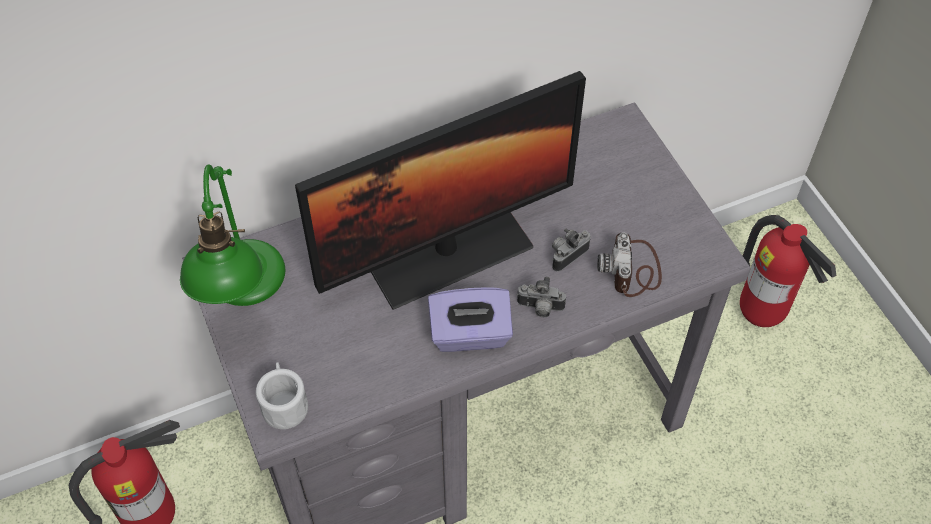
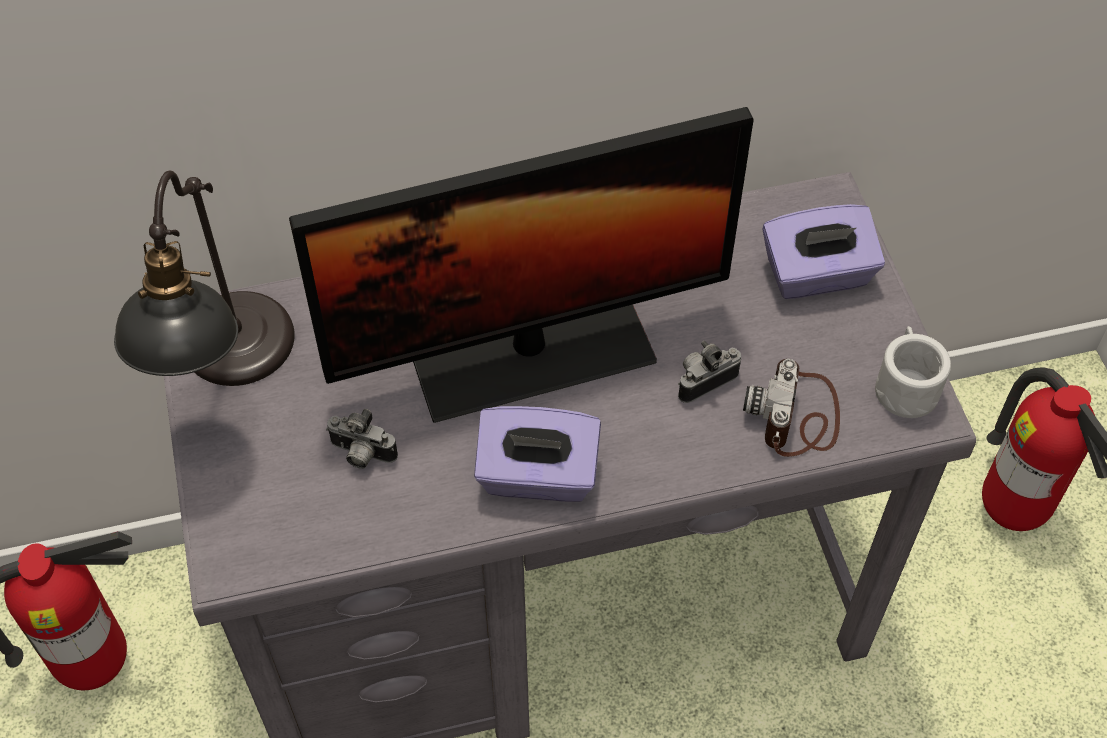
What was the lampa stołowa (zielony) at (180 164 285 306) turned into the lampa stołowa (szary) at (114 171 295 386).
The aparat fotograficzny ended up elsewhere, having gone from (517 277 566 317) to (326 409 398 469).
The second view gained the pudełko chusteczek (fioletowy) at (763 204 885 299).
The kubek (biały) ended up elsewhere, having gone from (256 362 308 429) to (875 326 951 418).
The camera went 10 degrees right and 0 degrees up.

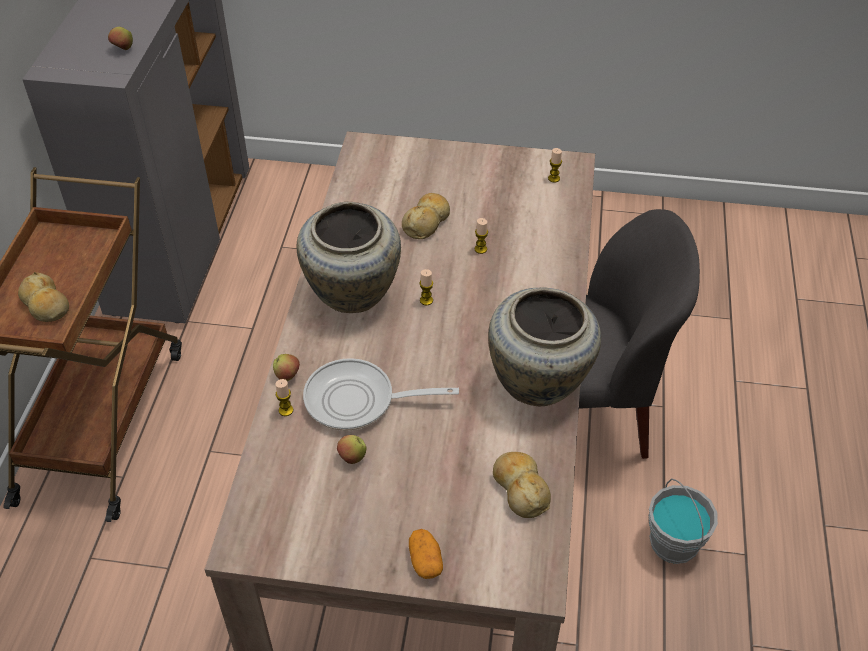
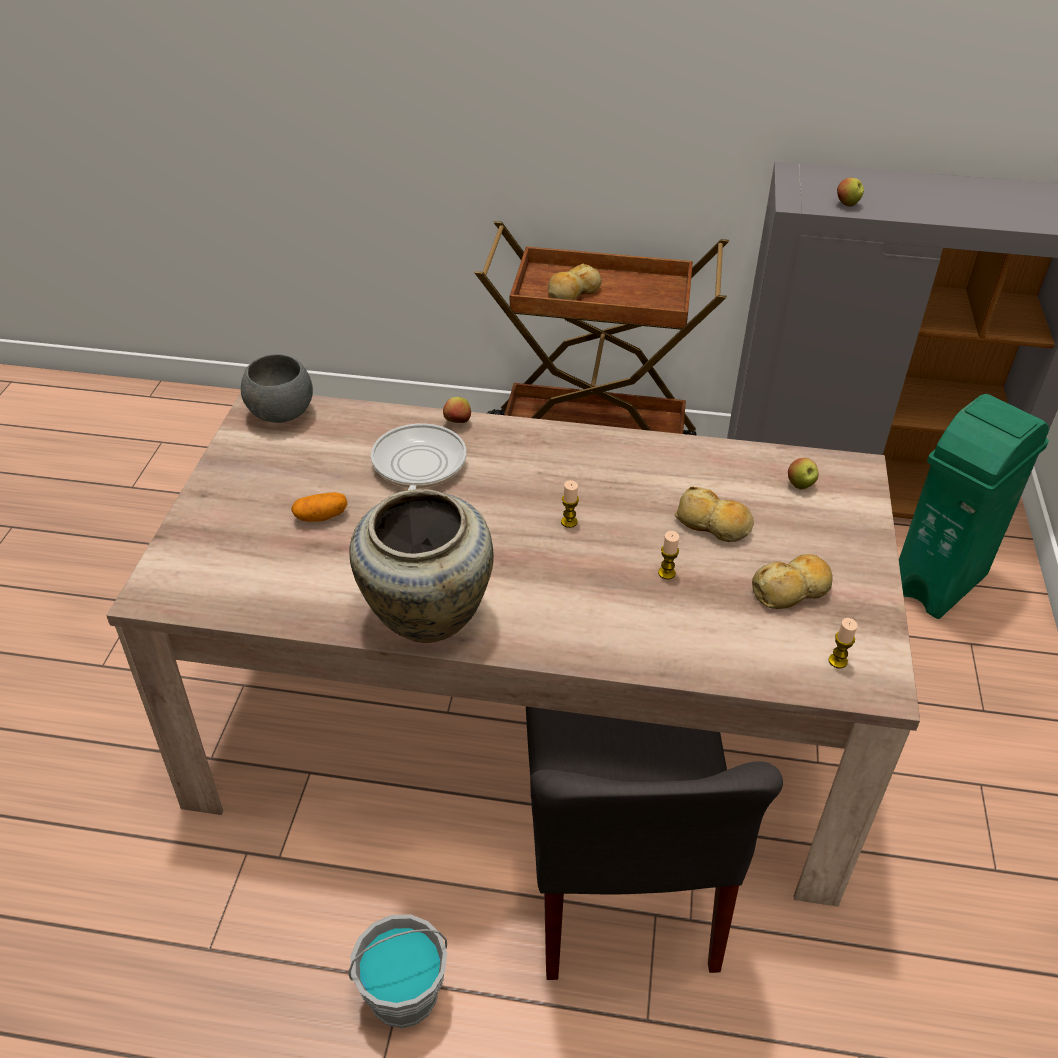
The second view gained the miska (szary) at (241 354 313 423).
The ziemniak ended up elsewhere, having gone from (409 529 443 579) to (291 492 348 522).
The chleb ended up elsewhere, having gone from (493 452 551 518) to (752 554 833 609).
The jabłko ended up elsewhere, having gone from (337 435 367 464) to (788 458 819 490).
The second view gained the kosz na śmieci (zielony) at (899 394 1049 619).
The second view lost the świeca at (275 379 293 416).
The second view lost the wazon (beżowy) at (297 202 401 313).
The camera went 90 degrees right and 5 degrees down.

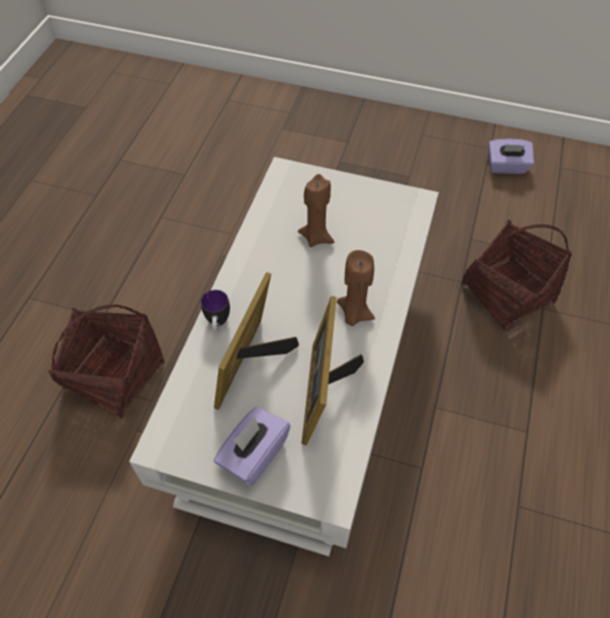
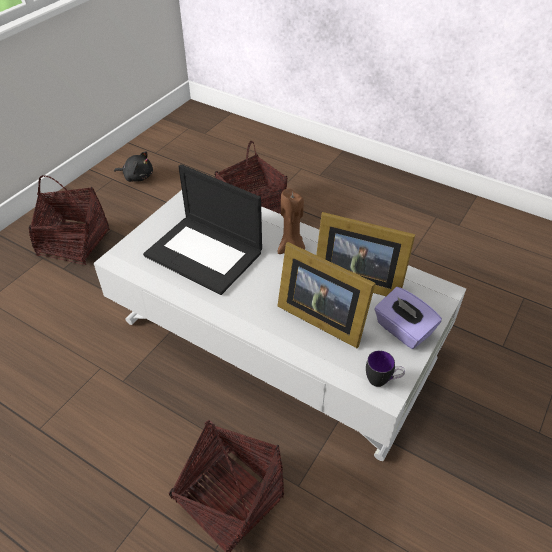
The second view gained the koszyk at (29 175 110 265).
Where the pudełko chusteczek (fioletowy) stood at (488 139 534 174), the pluszak (czarny) came to stand at (114 151 153 182).
Where the świeca (brązowy) stood at (298 174 334 247), the laptop came to stand at (143 164 262 295).
The kubek ended up elsewhere, having gone from (201 290 230 330) to (366 350 405 387).
The camera went 75 degrees left and 10 degrees down.

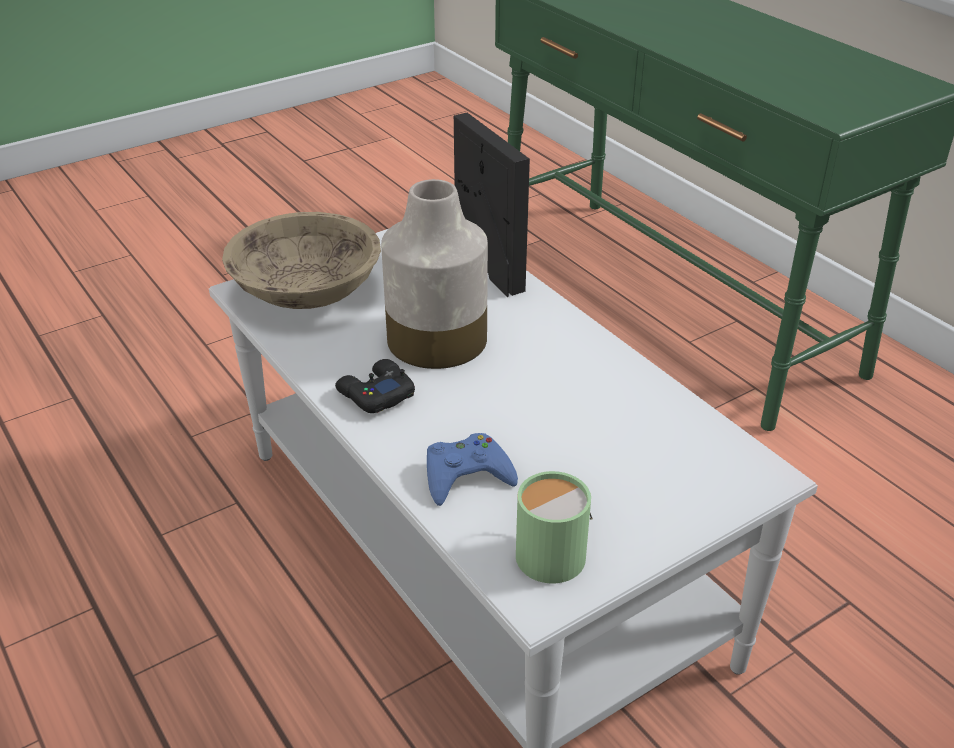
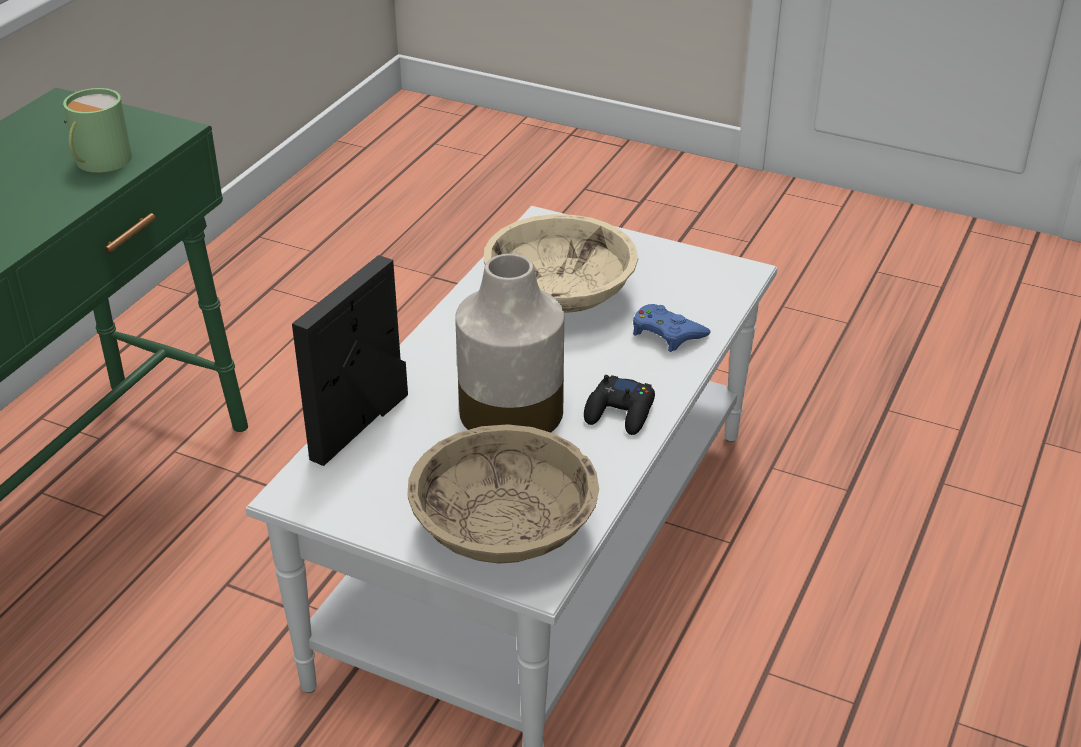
The kubek (zielony) ended up elsewhere, having gone from (516 471 593 583) to (63 88 132 173).
The second view gained the miska (beżowy) at (484 214 638 313).
The camera went 120 degrees left and 0 degrees up.

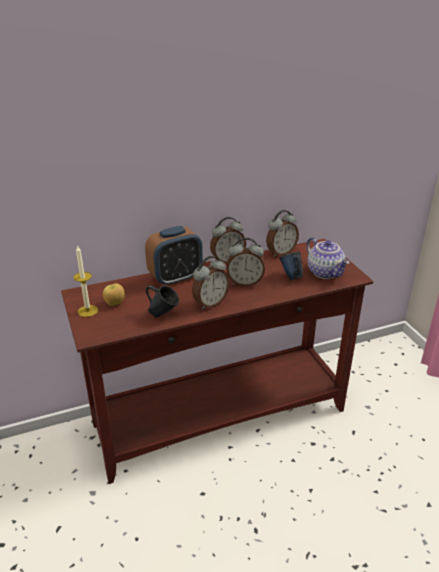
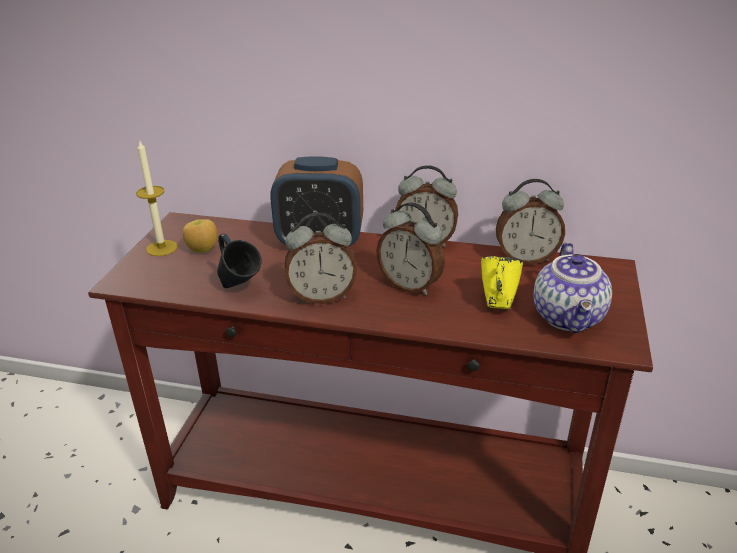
What was the kubek (niebieski) at (279 251 303 280) turned into the kubek (żółty) at (481 256 523 309).
The camera went 35 degrees right and 0 degrees up.

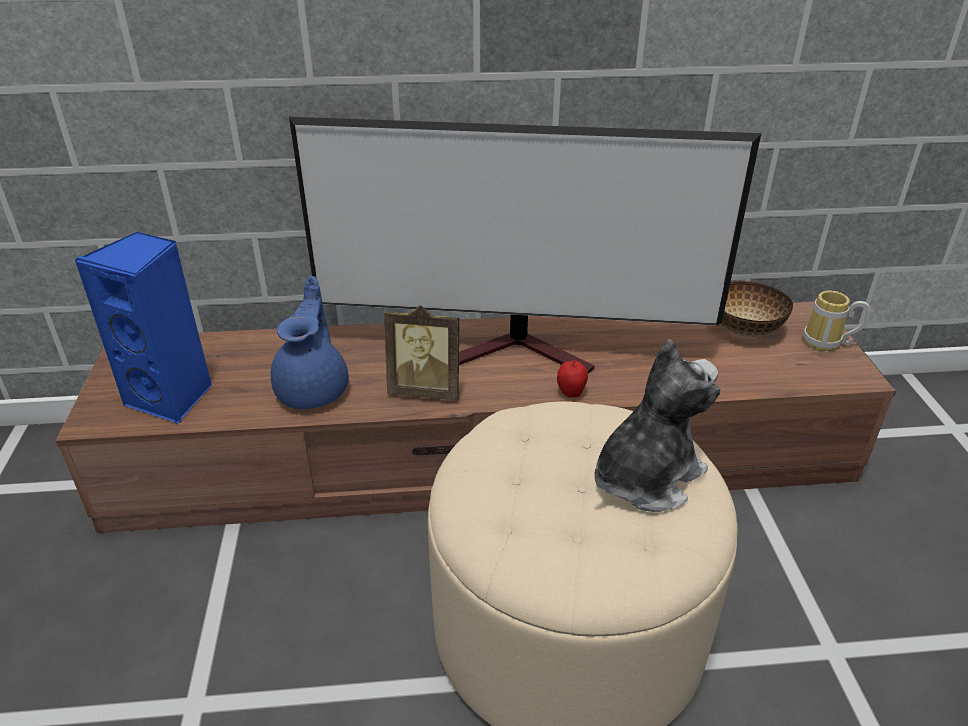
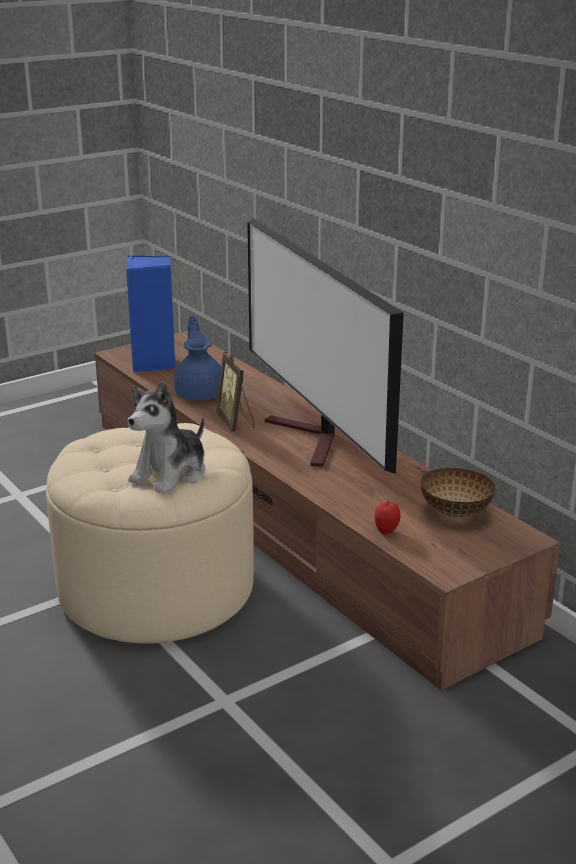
The pluszak at (594 339 720 512) ended up facing another way, 105 degrees clockwise from before.
The imbryk (niebieski) at (271 276 349 409) ended up facing another way, 75 degrees counterclockwise from before.
The jabłko ended up elsewhere, having gone from (557 361 588 397) to (375 501 401 535).
The second view lost the kubek at (803 290 871 351).
The camera went 60 degrees right and 10 degrees down.

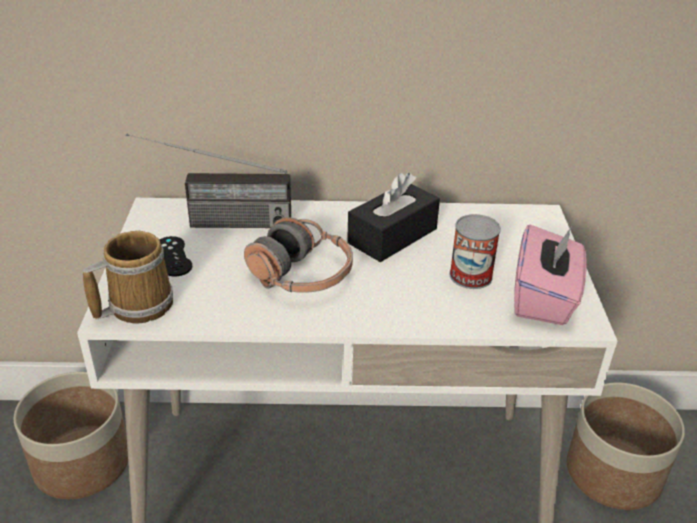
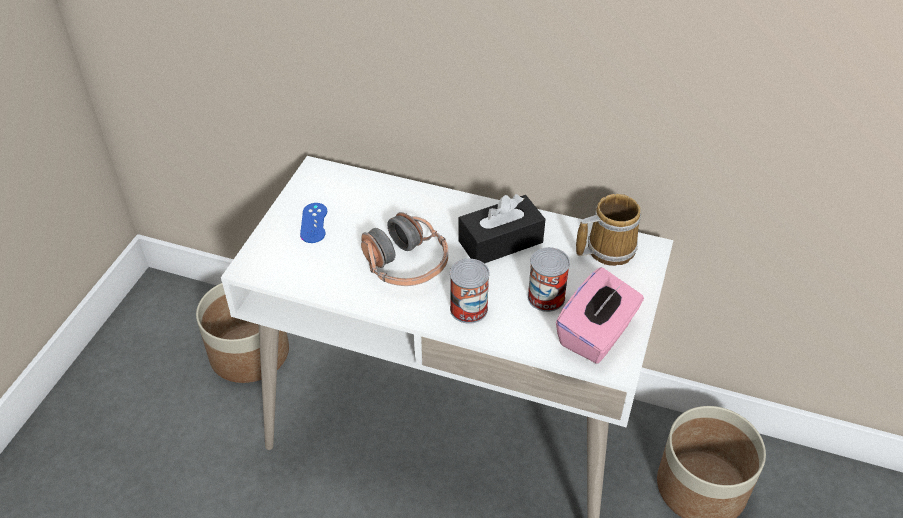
What was the pad do gier (czarny) at (160 236 192 276) turned into the pad do gier (niebieski) at (300 203 327 243).
The second view gained the puszka at (450 259 490 324).
The kubek ended up elsewhere, having gone from (83 231 173 324) to (576 194 641 266).
The second view lost the radio at (126 133 291 228).
The camera went 20 degrees right and 10 degrees up.

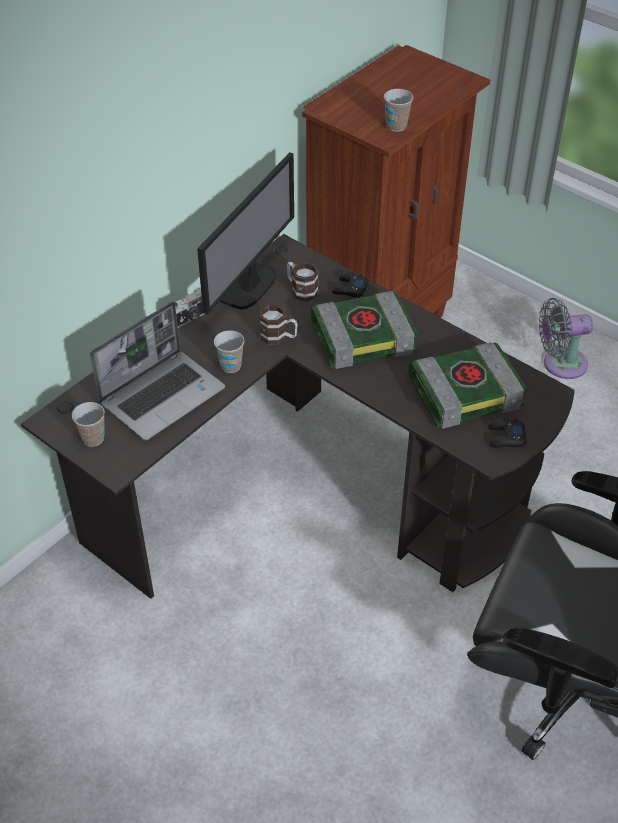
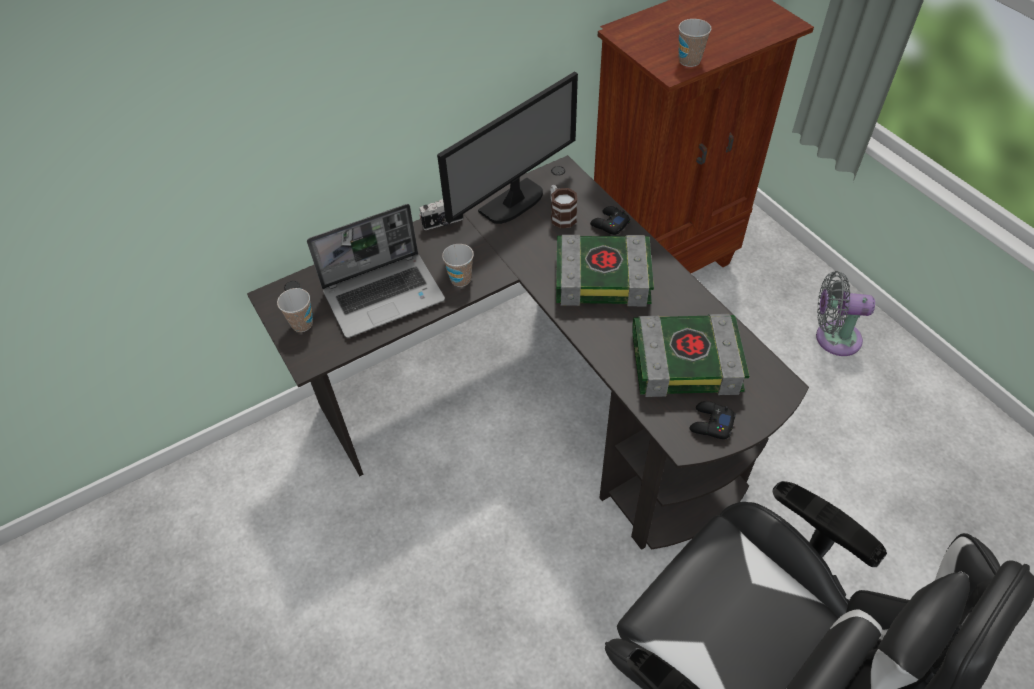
The second view lost the kubek at (260 304 298 344).
The camera went 20 degrees right and 5 degrees up.

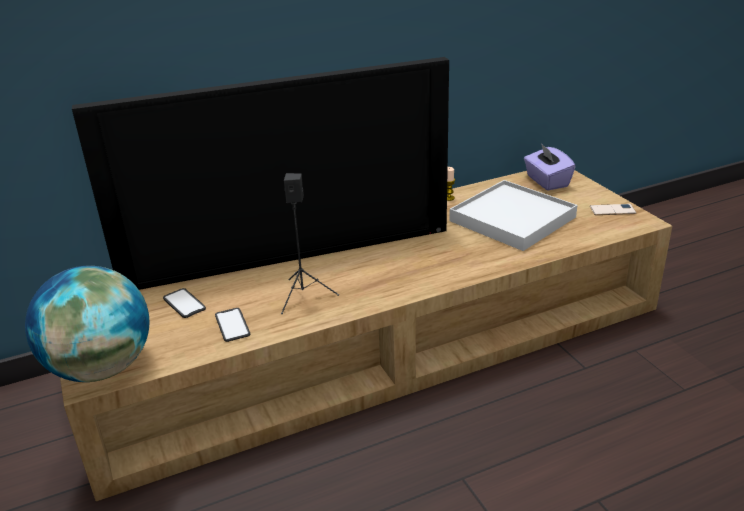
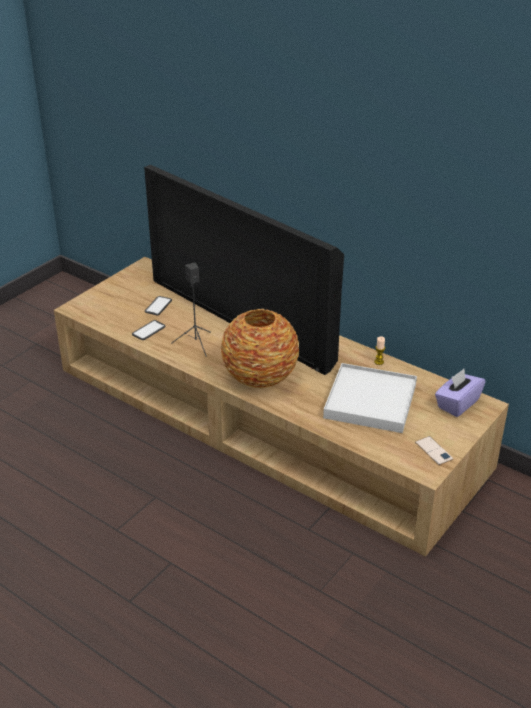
The second view gained the wazon at (221 309 299 388).
The second view lost the globus at (25 266 149 382).
The camera went 60 degrees right and 5 degrees up.

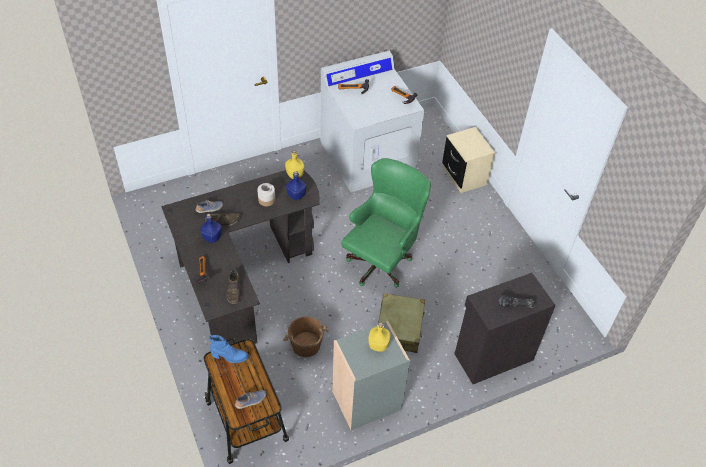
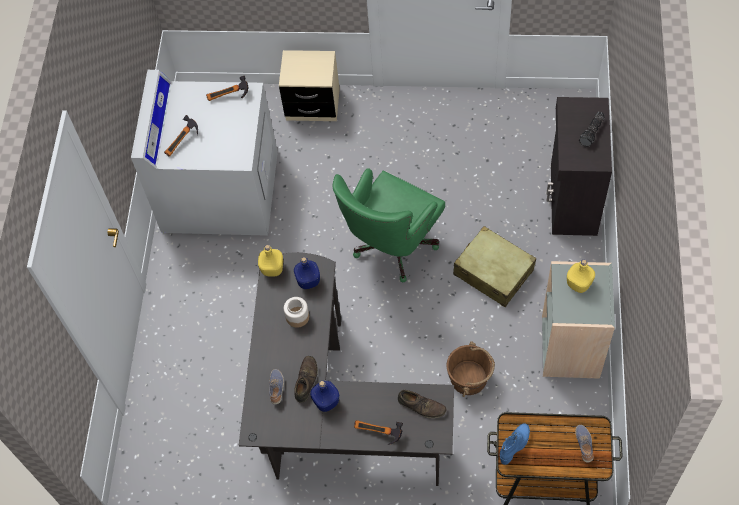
The krzesło biurowe (zielony) at (341 158 431 288) ended up facing another way, 120 degrees counterclockwise from before.
The camera went 55 degrees left and 10 degrees up.

